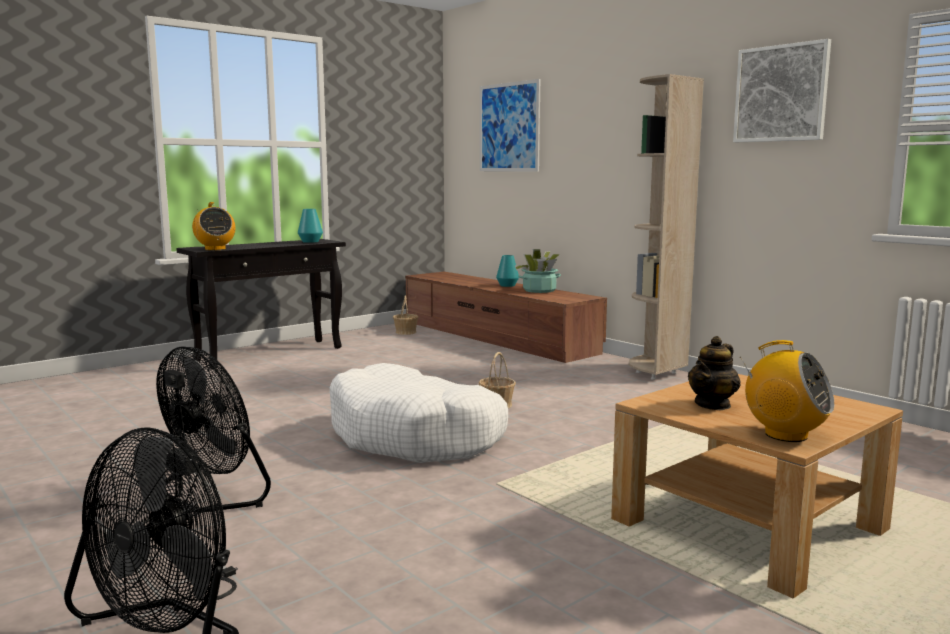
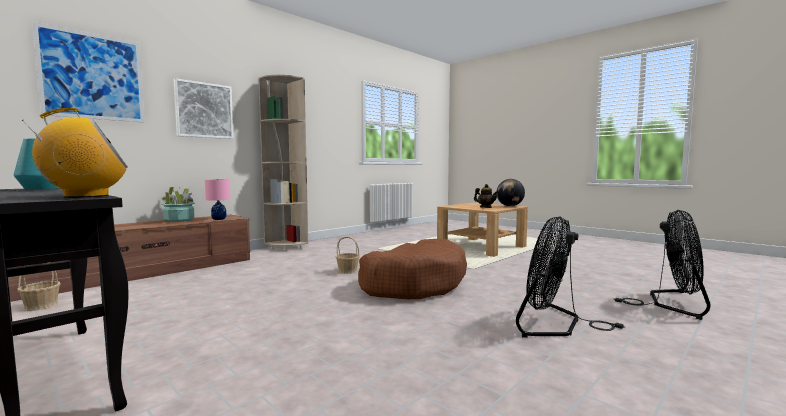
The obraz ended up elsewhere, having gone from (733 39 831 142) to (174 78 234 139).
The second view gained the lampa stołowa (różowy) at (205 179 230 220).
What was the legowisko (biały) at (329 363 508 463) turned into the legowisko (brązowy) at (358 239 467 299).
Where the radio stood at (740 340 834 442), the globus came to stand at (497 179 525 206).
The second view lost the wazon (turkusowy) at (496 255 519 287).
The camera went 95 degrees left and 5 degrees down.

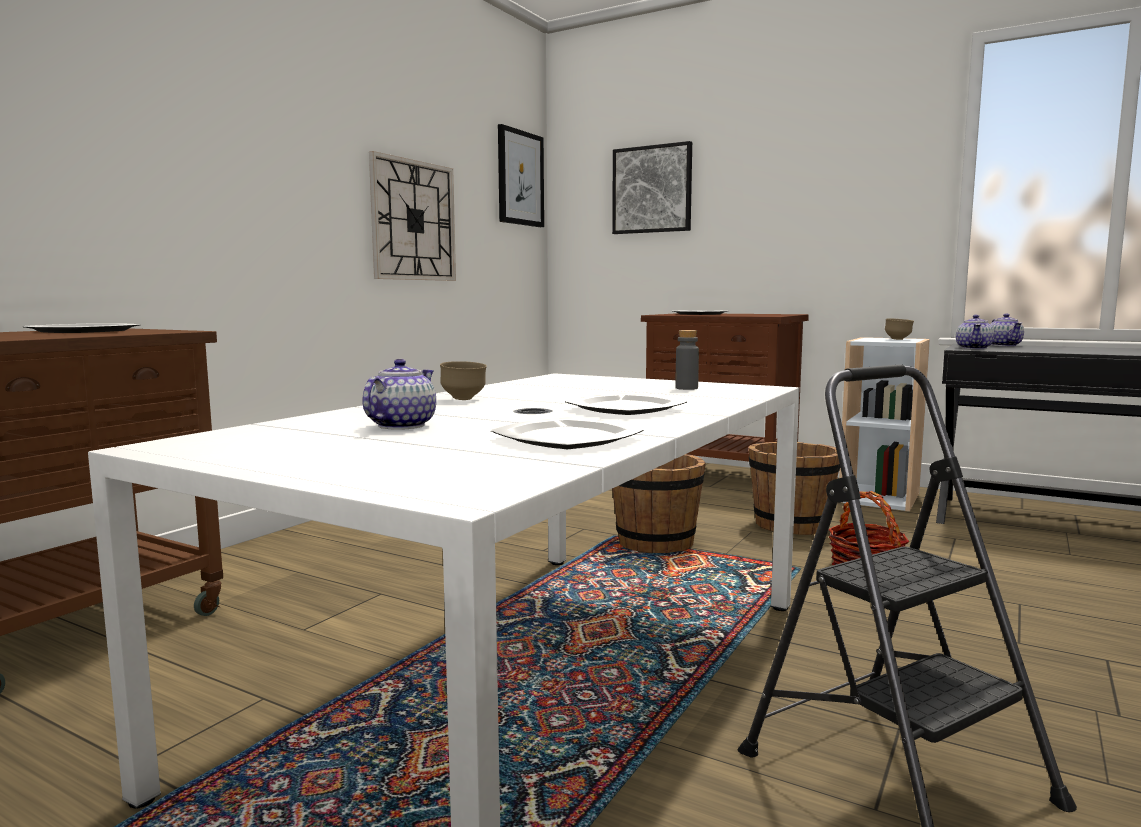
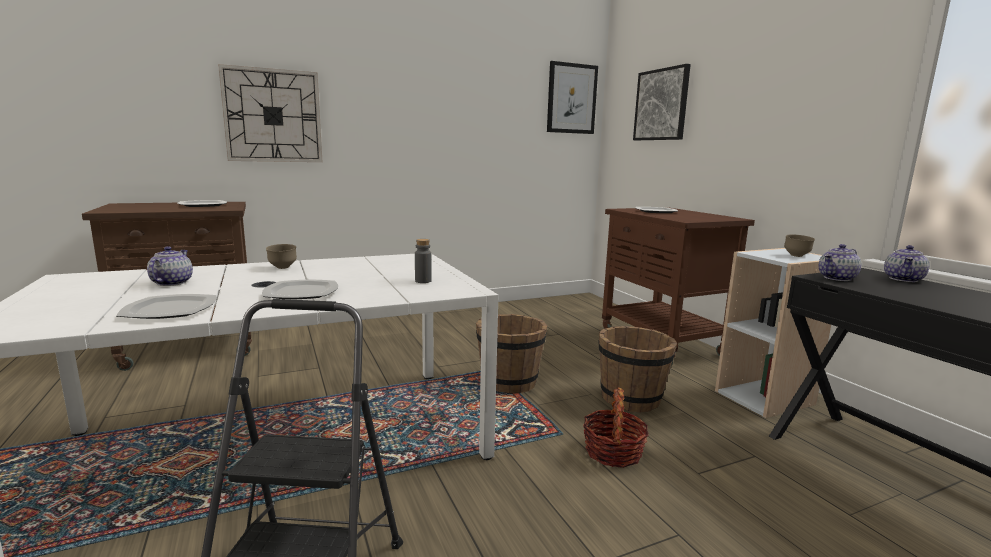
The imbryk at (362 359 436 430) ended up facing another way, 60 degrees counterclockwise from before.
The zegar ścienny ended up elsewhere, having gone from (369 151 456 281) to (218 64 322 162).
The camera went 35 degrees right and 5 degrees up.

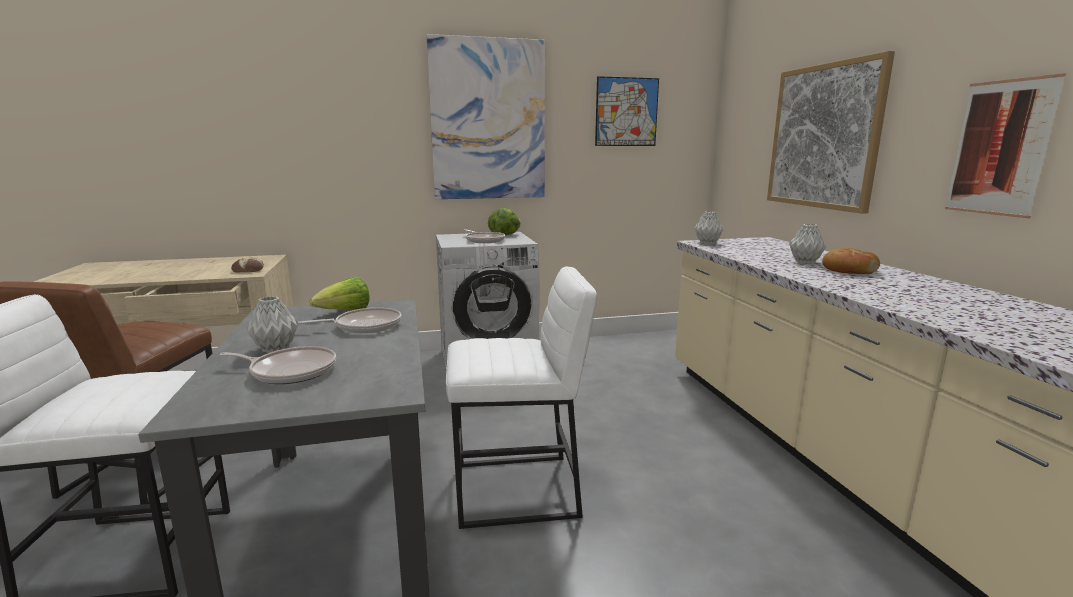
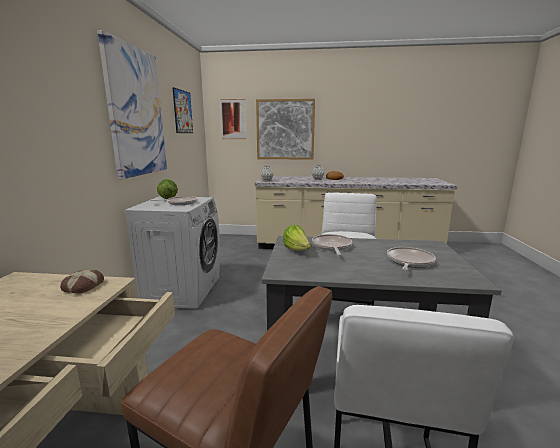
The obraz ended up elsewhere, having gone from (945 73 1066 218) to (220 99 246 139).
The second view lost the wazon (szary) at (246 296 298 353).
The camera went 70 degrees left and 0 degrees up.

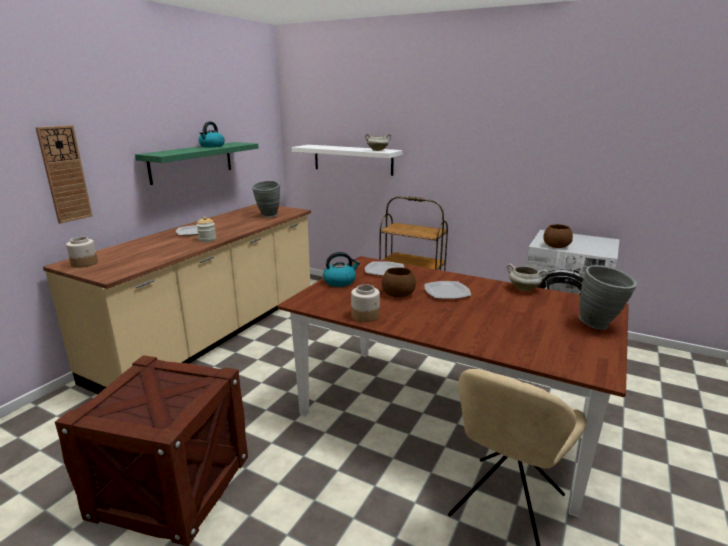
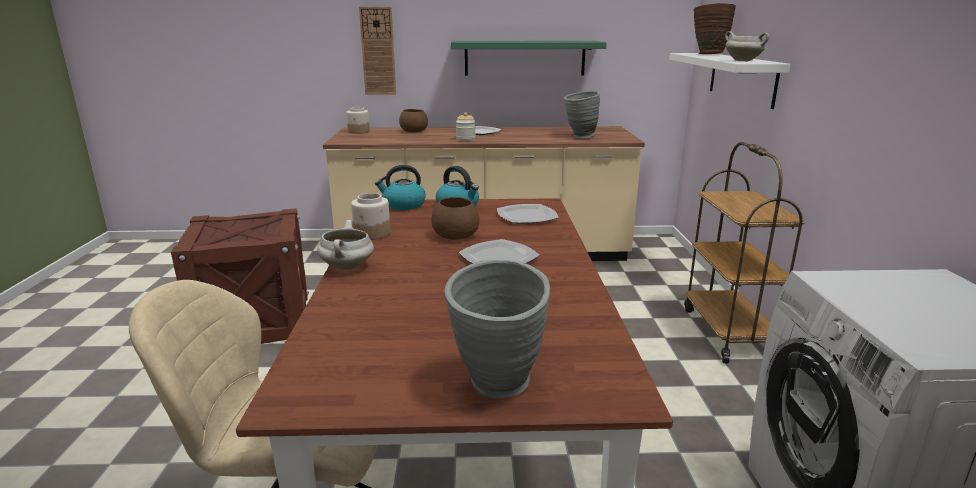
The garnek (biały) ended up elsewhere, having gone from (507 264 548 291) to (317 220 374 270).
The czajnik ended up elsewhere, having gone from (199 122 225 147) to (375 165 426 210).
The miska (brązowy) ended up elsewhere, having gone from (543 224 573 248) to (399 109 428 133).
The second view gained the wazon (brązowy) at (694 3 736 54).
The camera went 60 degrees right and 0 degrees up.

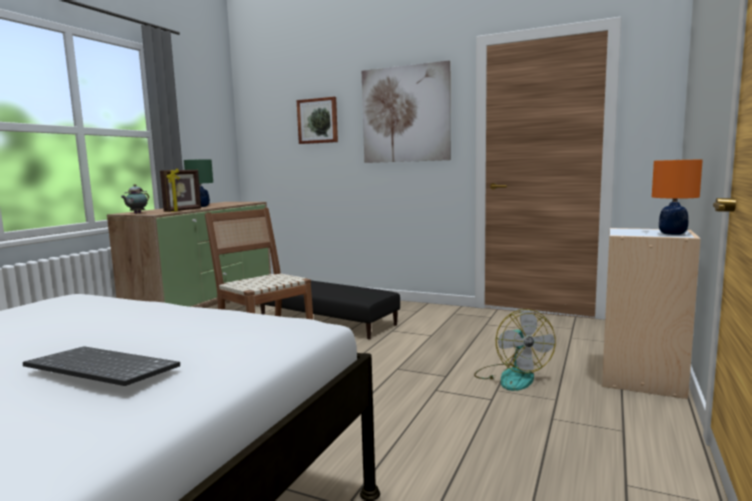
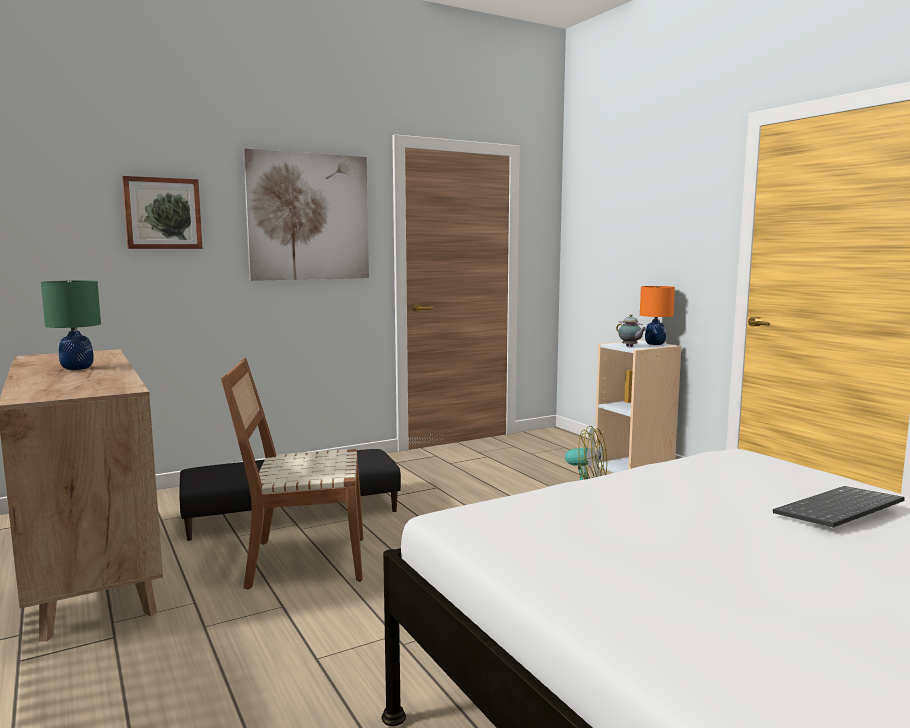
The imbryk ended up elsewhere, having gone from (121 184 149 214) to (616 314 647 347).
The second view lost the ramka na zdjęcie at (160 168 201 212).
The camera went 55 degrees left and 0 degrees up.

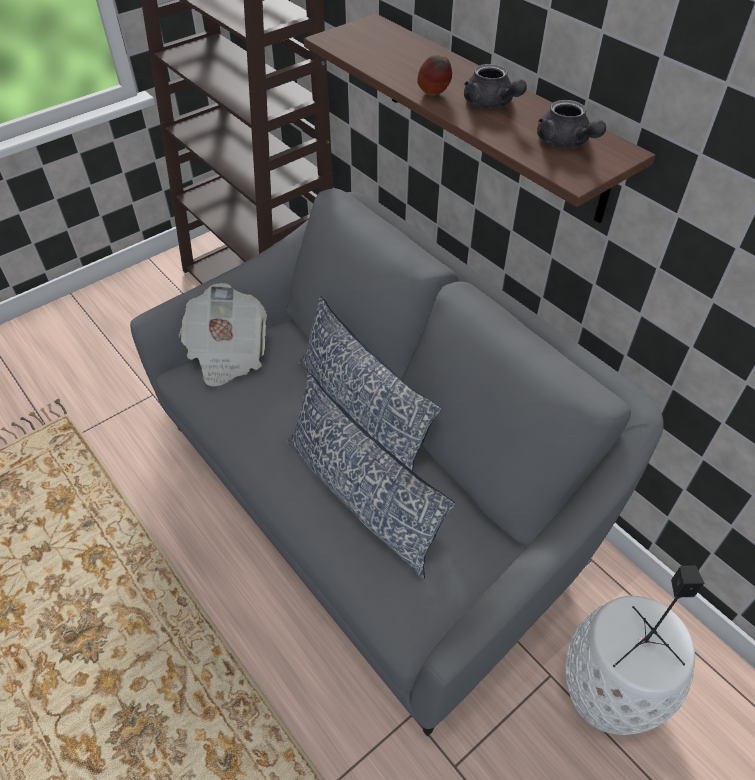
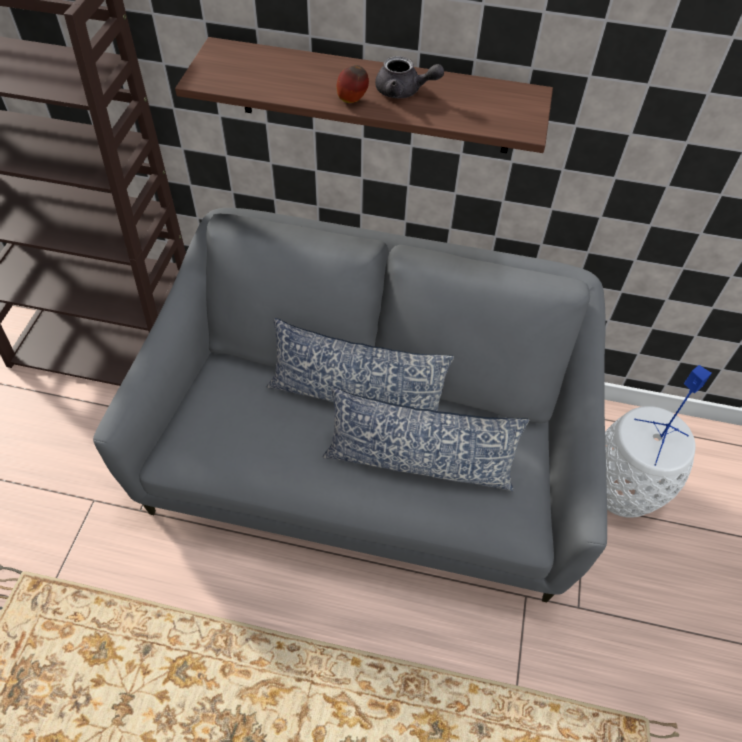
What was the głośnik (czarny) at (613 566 704 667) turned into the głośnik (niebieski) at (634 365 712 466).
The second view lost the gazeta at (179 283 267 387).
The second view lost the imbryk (szary) at (537 100 606 148).
The camera went 40 degrees left and 5 degrees up.

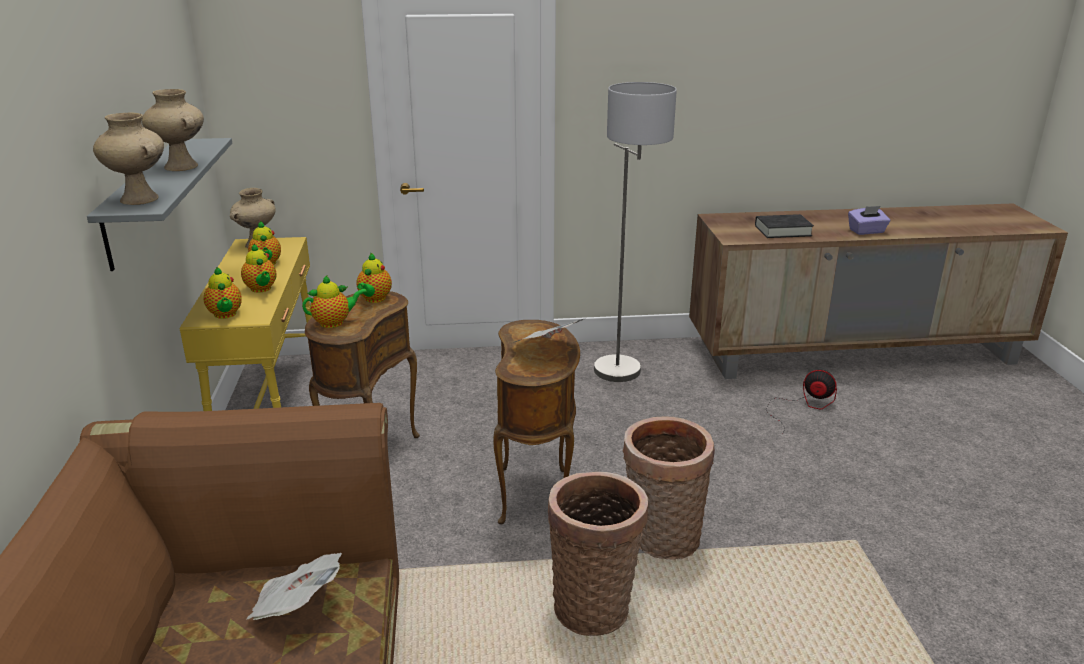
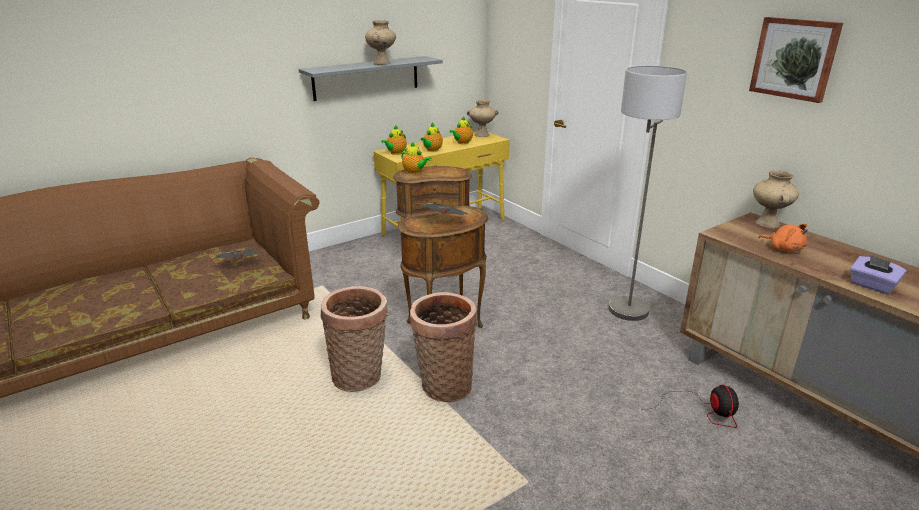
The second view gained the obraz at (749 17 843 103).
The wazon (beżowy) ended up elsewhere, having gone from (93 112 164 205) to (753 170 799 228).
Where the książka (czarny) stood at (755 214 814 238), the pluszak (pomarańczowy) came to stand at (759 224 808 252).
The second view lost the imbryk at (356 253 392 303).
The camera went 60 degrees right and 0 degrees up.

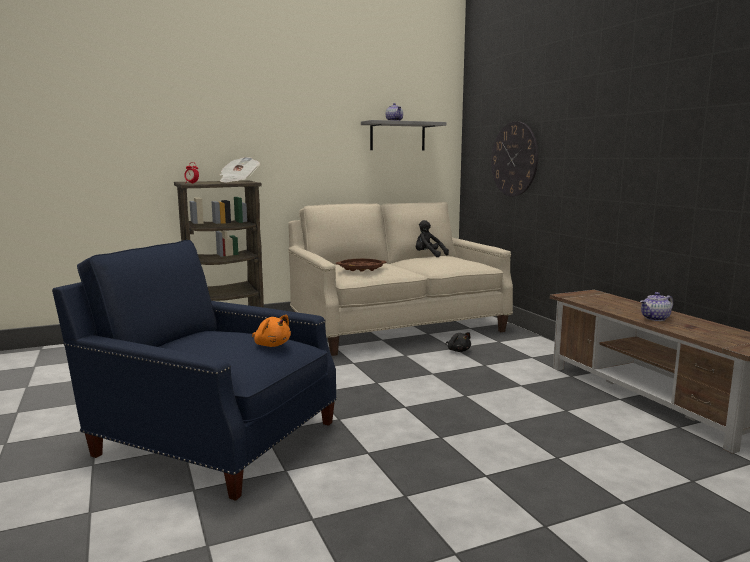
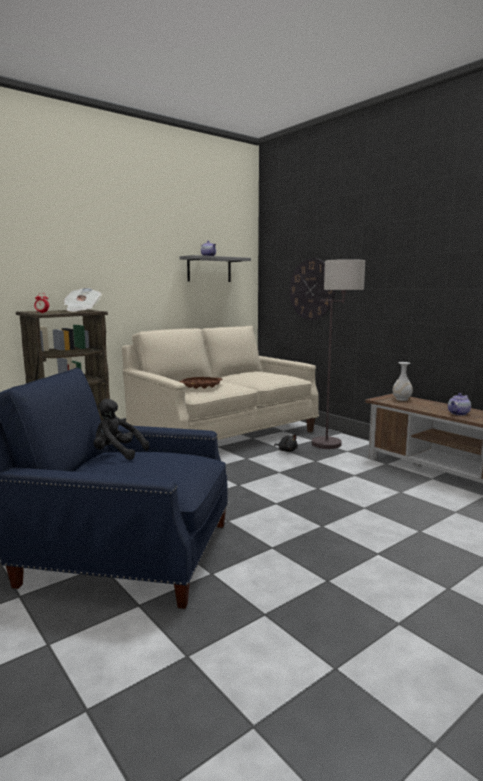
The pluszak (czarny) ended up elsewhere, having gone from (416 220 449 257) to (94 399 149 460).
The second view gained the lampa stojąca (szary) at (312 259 365 449).
The second view gained the wazon (biały) at (393 362 413 401).
The second view lost the pluszak (pomarańczowy) at (252 315 291 347).
The camera went 15 degrees left and 0 degrees up.

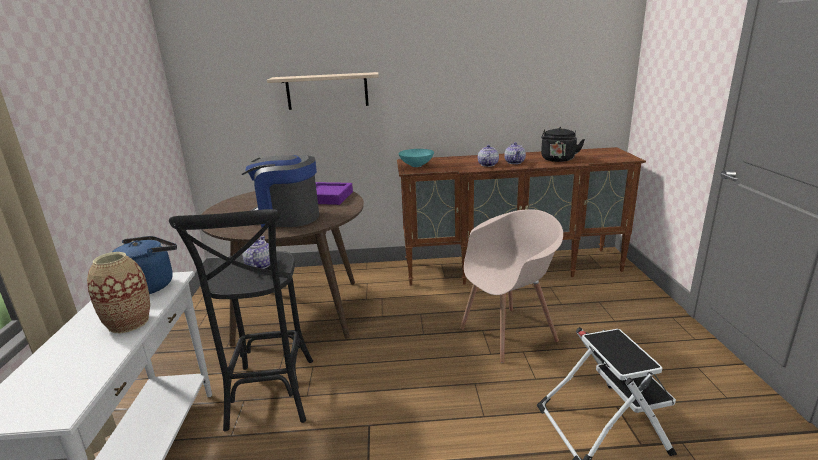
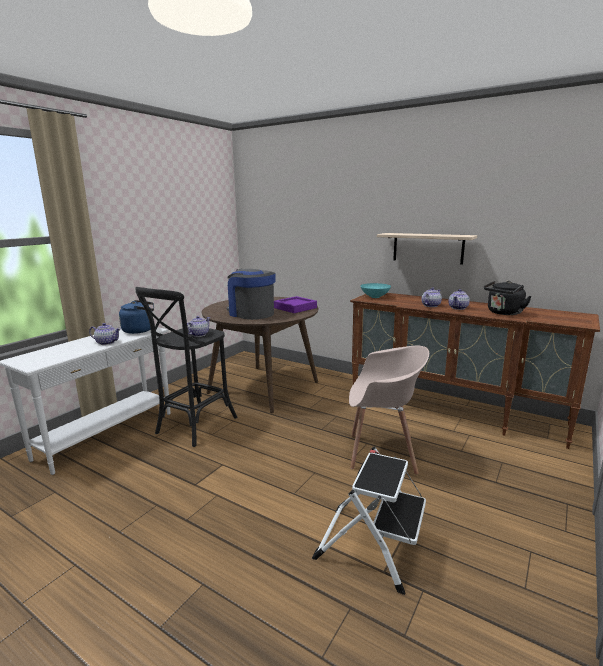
Where the wazon stood at (87 252 150 333), the imbryk came to stand at (89 323 121 345).
The półka ended up elsewhere, having gone from (267 72 379 110) to (377 233 477 265).
The camera went 35 degrees right and 5 degrees down.

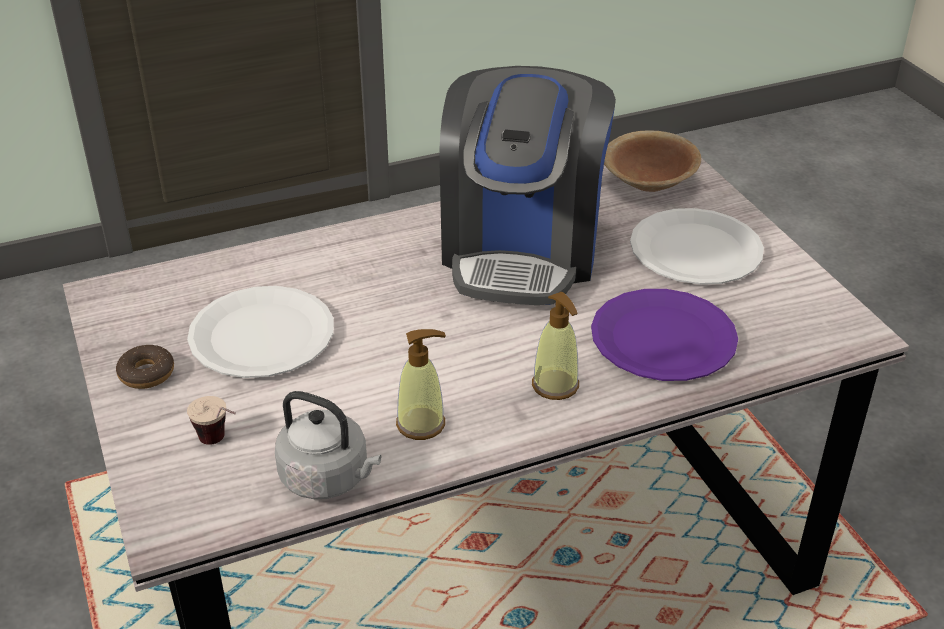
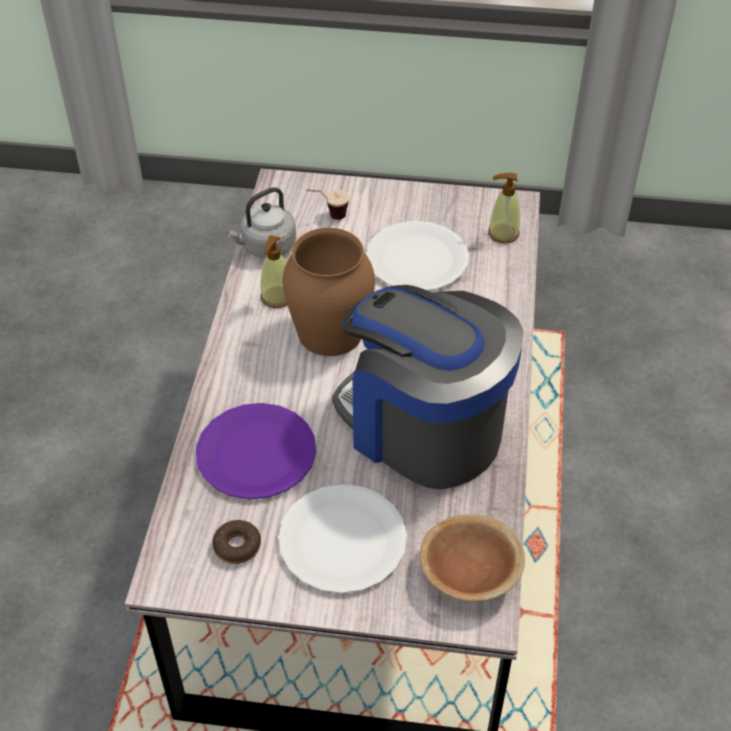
The donut ended up elsewhere, having gone from (116 345 174 389) to (213 520 261 564).
The second view gained the wazon (brązowy) at (282 228 375 356).
The dozownik mydła ended up elsewhere, having gone from (532 292 579 400) to (488 173 520 243).
The camera went 120 degrees right and 10 degrees up.

